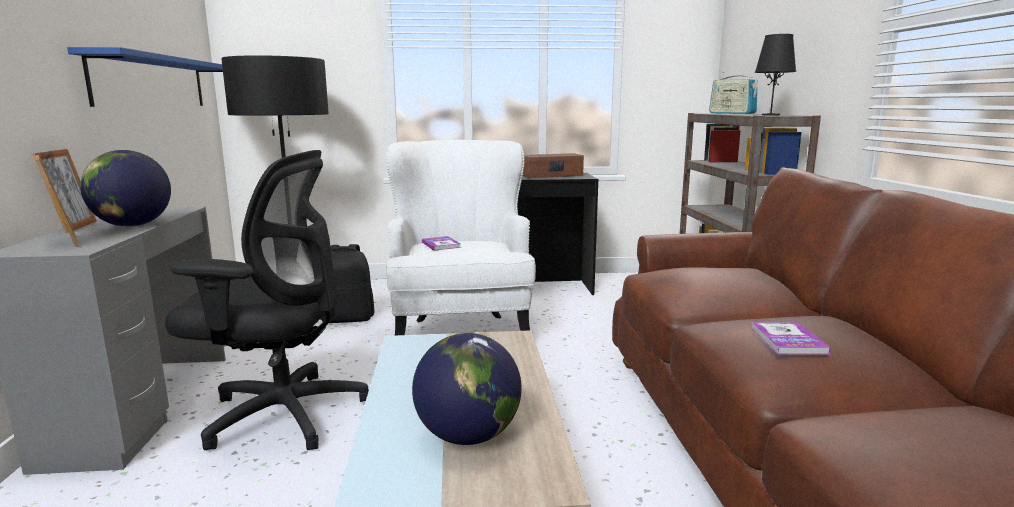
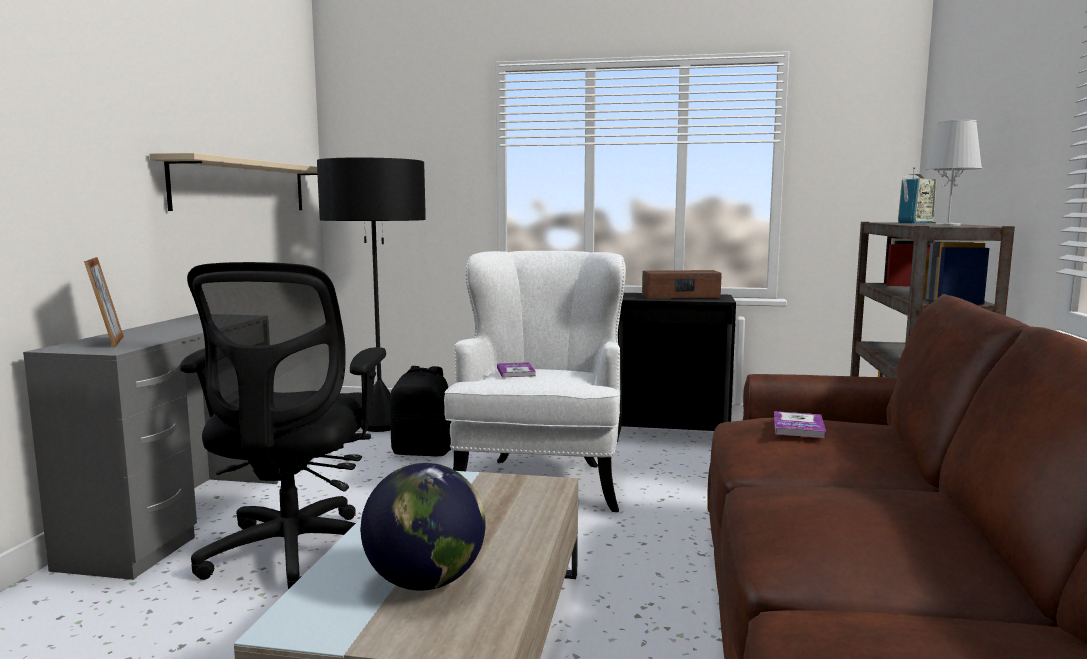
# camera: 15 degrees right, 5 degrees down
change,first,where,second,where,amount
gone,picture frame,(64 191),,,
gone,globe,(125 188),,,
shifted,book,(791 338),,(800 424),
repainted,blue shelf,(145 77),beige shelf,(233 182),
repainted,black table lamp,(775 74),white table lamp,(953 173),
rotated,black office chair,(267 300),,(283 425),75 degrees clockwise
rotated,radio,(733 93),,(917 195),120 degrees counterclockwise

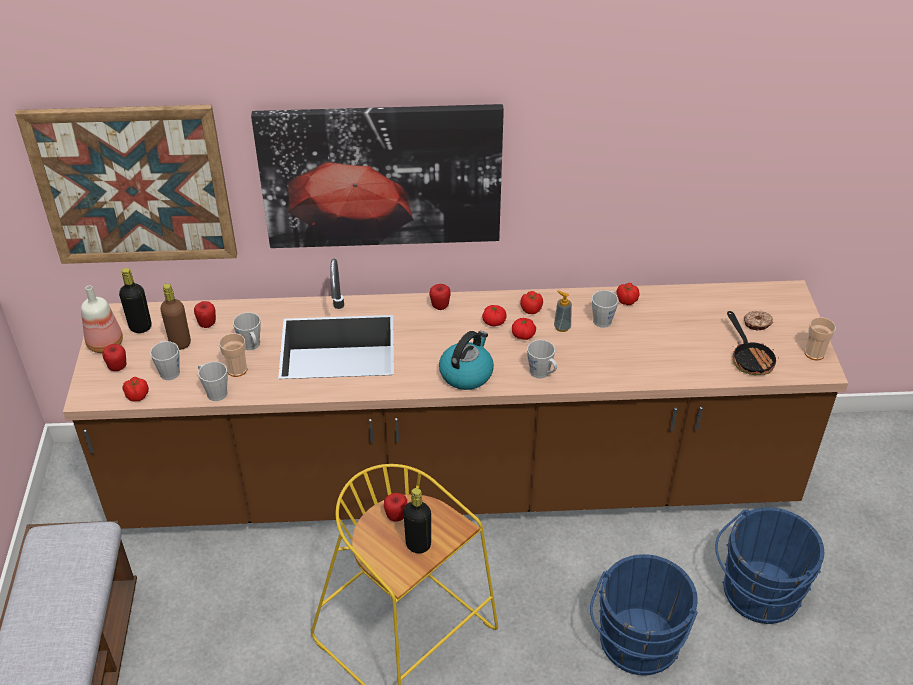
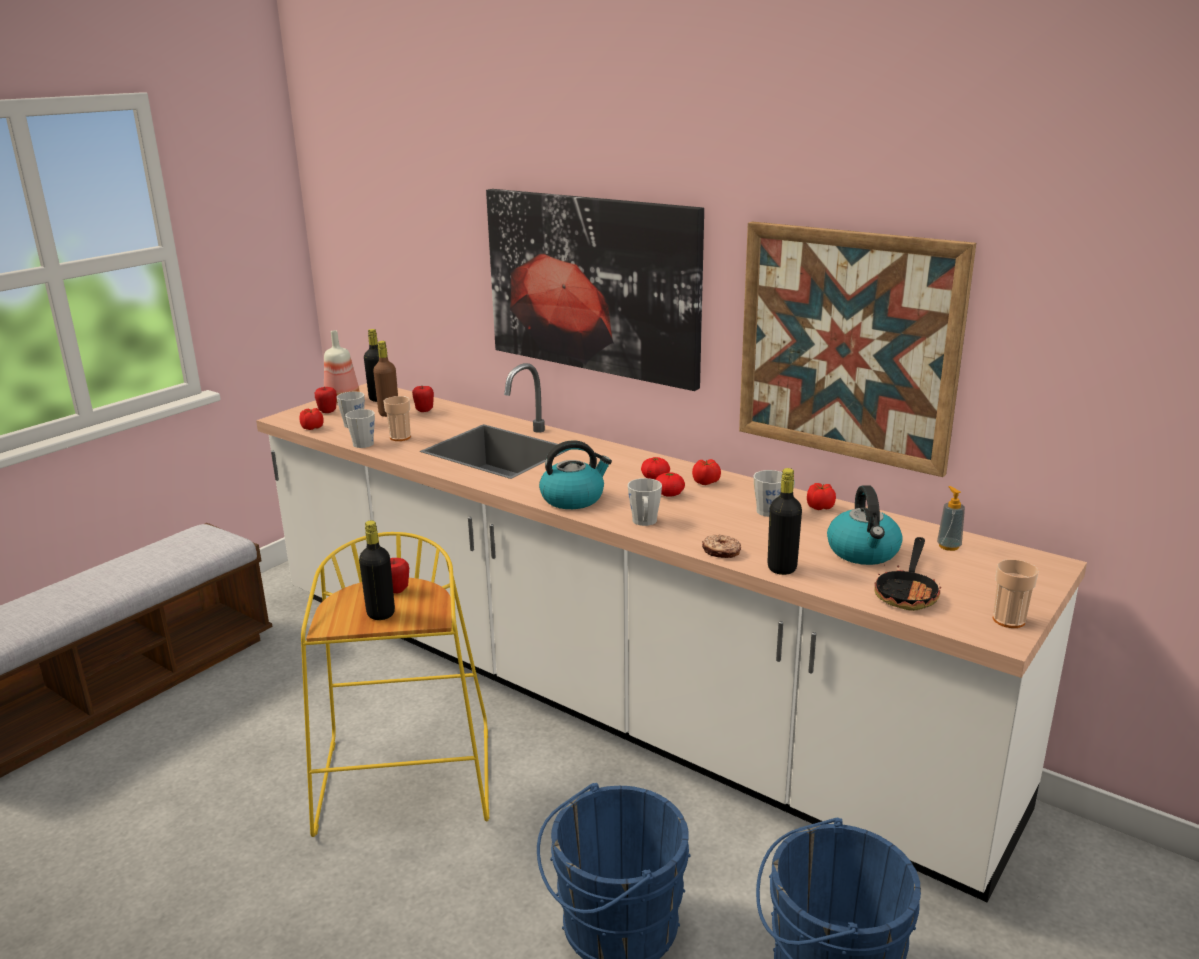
# camera: 40 degrees right, 20 degrees down
change,first,where,second,where,amount
gone,grey mug,(247 331),,,
gone,apple,(440 297),,,
new,,,black bottle,(784 521),
new,,,kettle,(865 525),
shifted,picture,(126 184),,(857 349),
shifted,soap dispenser,(563 311),,(951 518),
shifted,donut,(758 321),,(721 546),
repainted,brown counter,(455 394),white counter,(671 632),

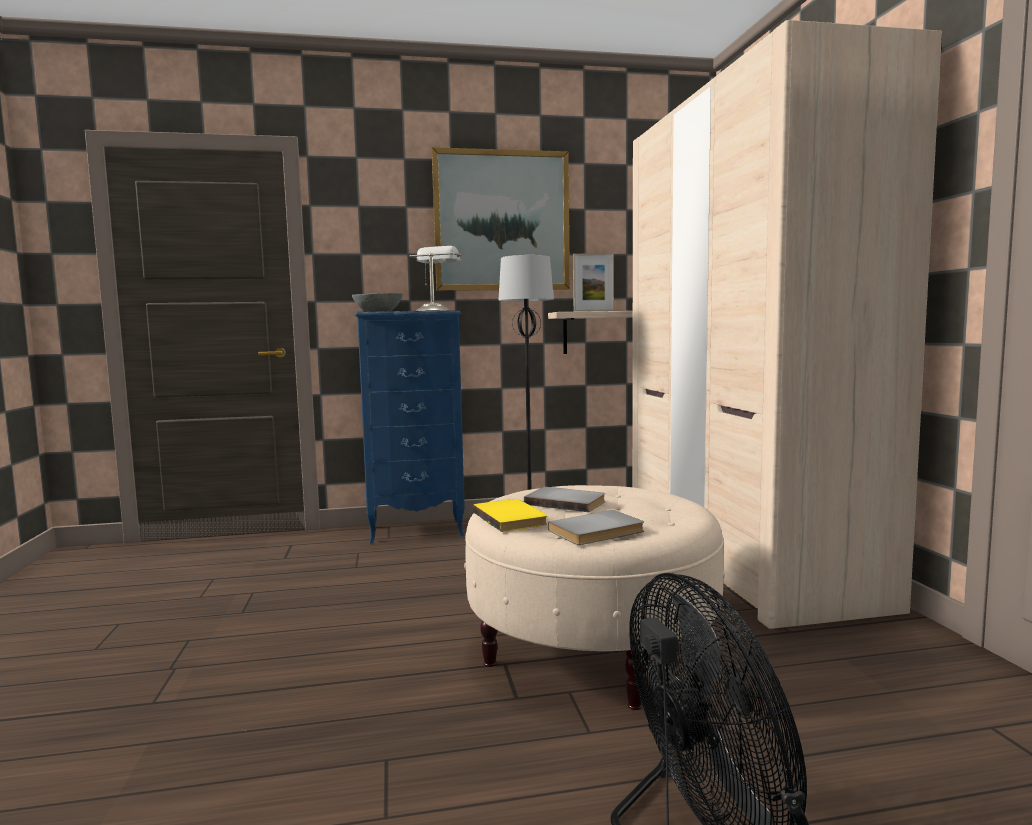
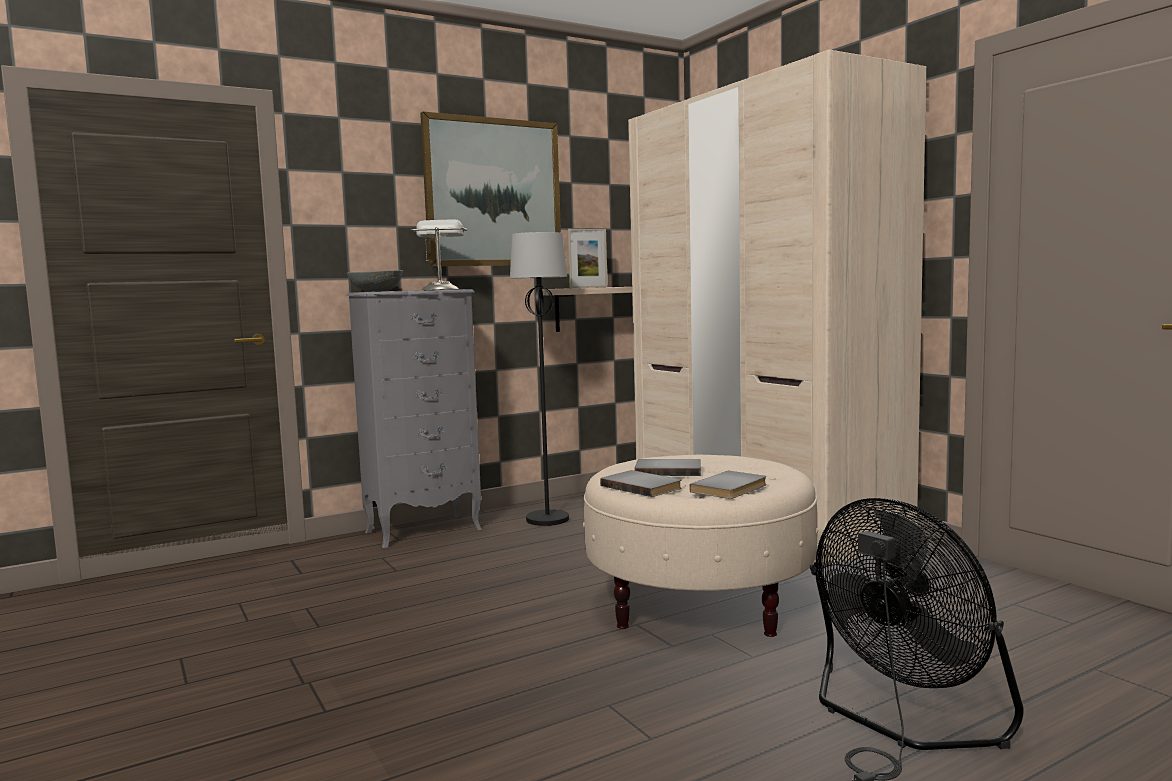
# camera: 20 degrees left, 0 degrees up
change,first,where,second,where,amount
repainted,blue dresser,(409 426),grey dresser,(414 418),
repainted,yellow book,(510 515),grey book,(641 483),

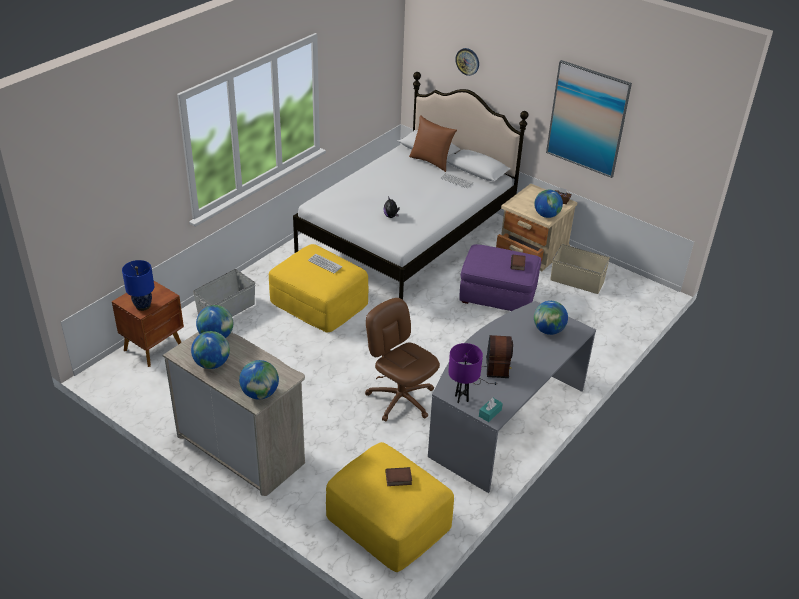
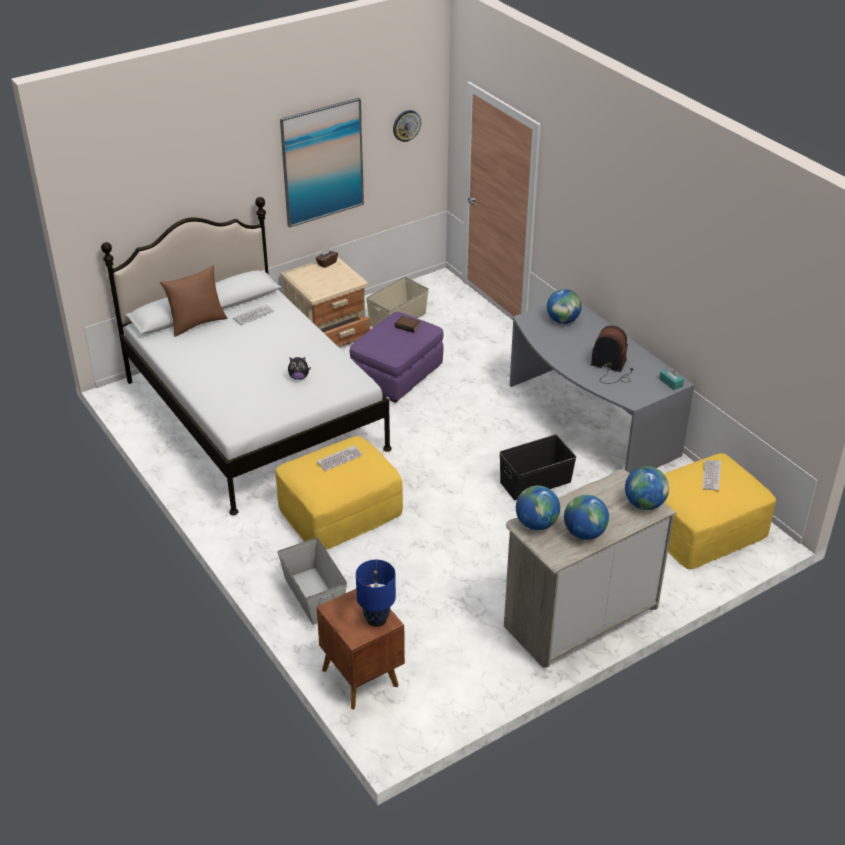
# camera: 70 degrees left, 0 degrees up
change,first,where,second,where,amount
gone,purple table lamp,(465 373),,,
gone,globe,(548 204),,,
shifted,wall clock,(467 62),,(407 126),
swapped,brown office chair,(402 360),black storage box,(537 467),
swapped,book,(399 476),keyboard,(711 475),

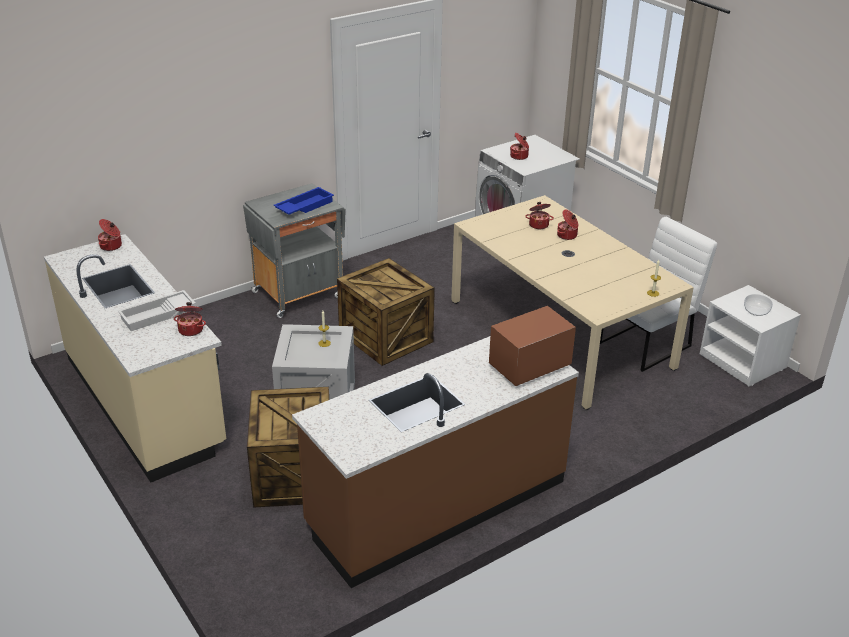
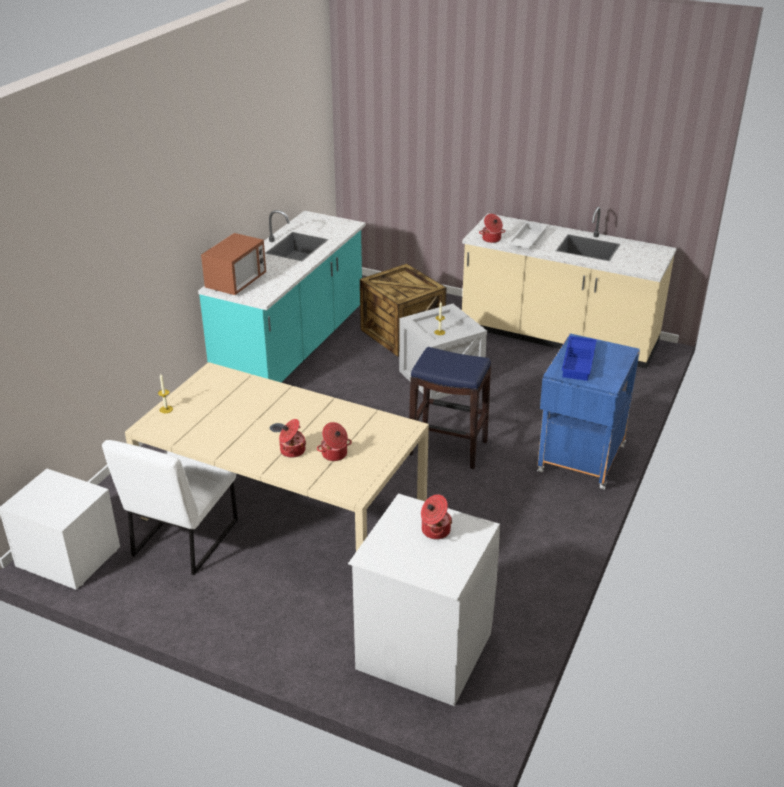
# camera: 150 degrees right, 0 degrees up
change,first,where,second,where,amount
gone,cooking pot,(110 235),,,
gone,bowl,(758 305),,,
swapped,crate,(386 312),stool,(450 408),
repainted,grey cart,(294 250),blue cart,(588 411),
repainted,brown counter,(435 462),turquoise counter,(282 296),

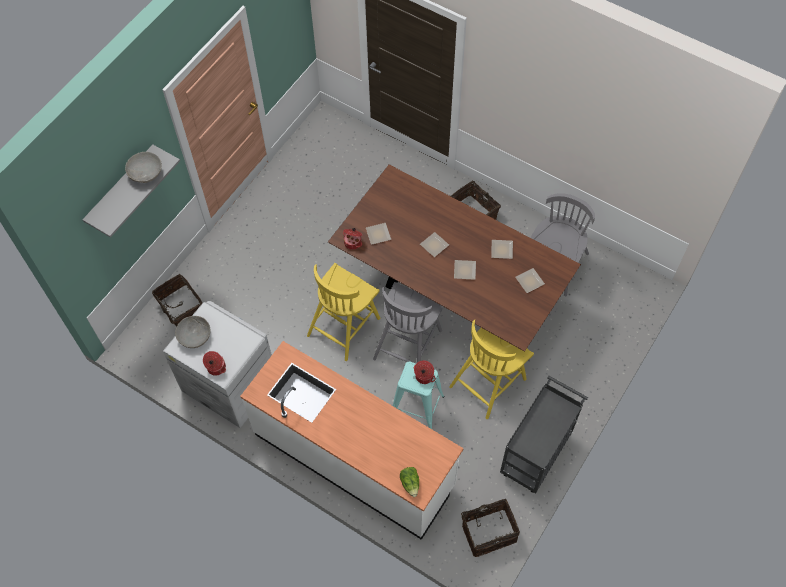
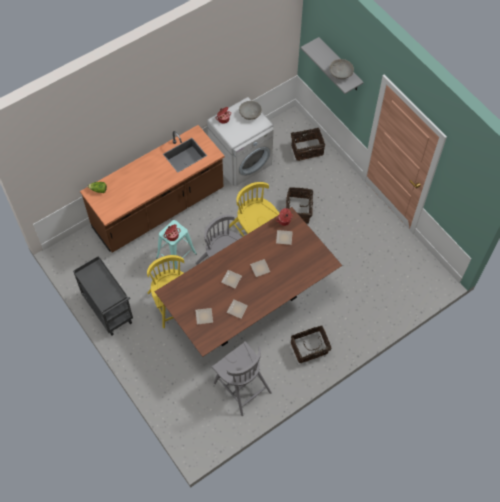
# camera: 110 degrees right, 0 degrees up
change,first,where,second,where,amount
shifted,basket,(490 528),,(299 205),
repainted,white counter,(351 440),brown counter,(152 189),

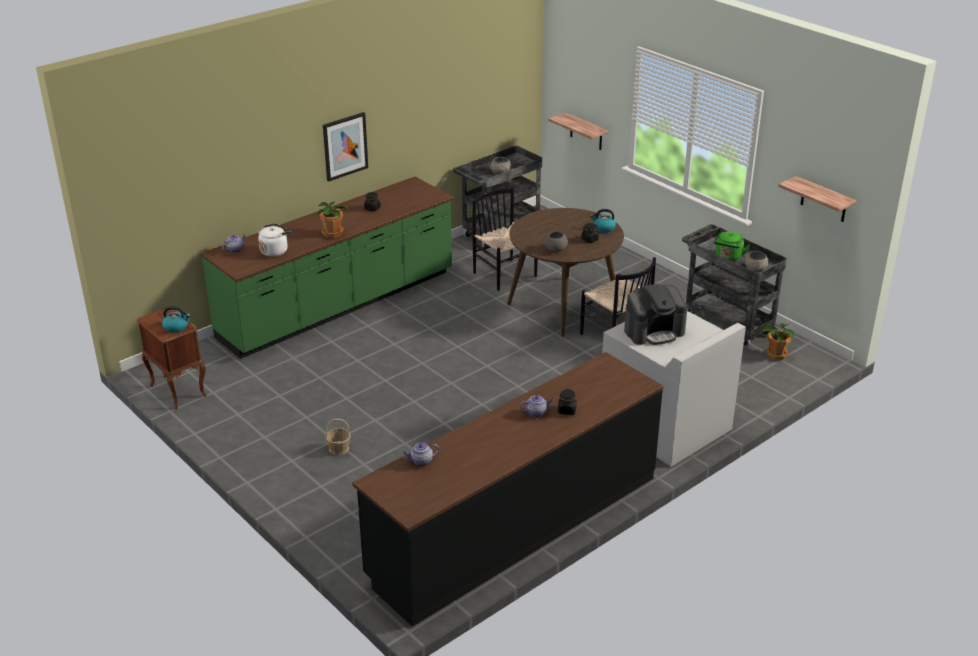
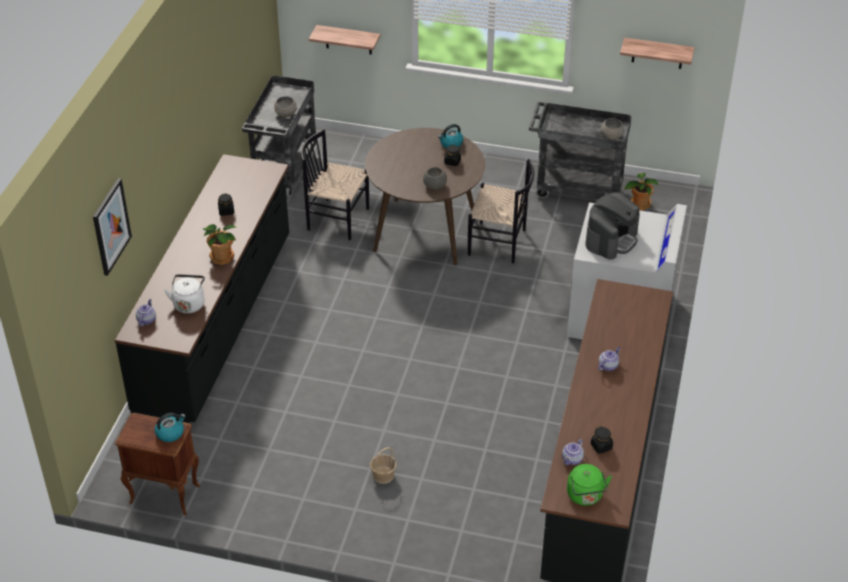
# camera: 35 degrees left, 10 degrees up
change,first,where,second,where,amount
shifted,picture,(345 147),,(112 227),
shifted,black jar,(567 402),,(602 440),
shifted,green kettle,(732 246),,(589 485),
repainted,green counter,(327 268),black counter,(202 288),

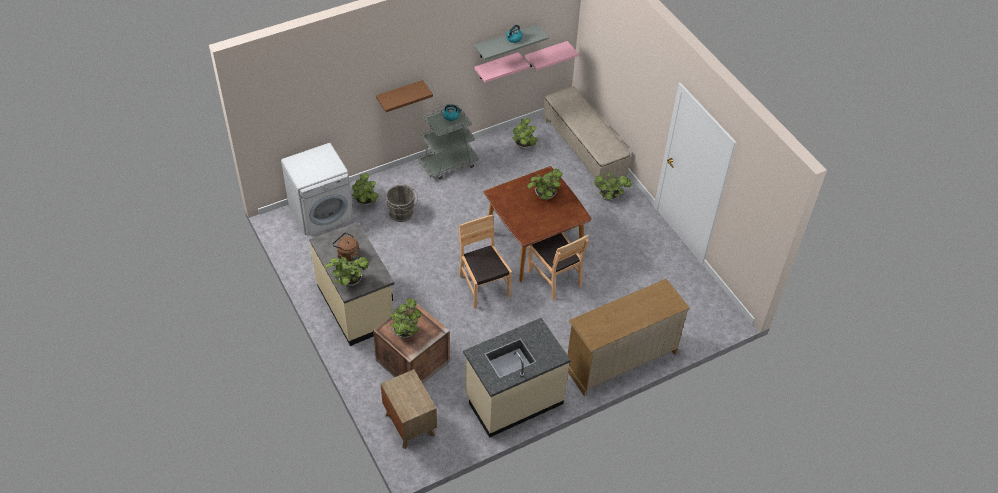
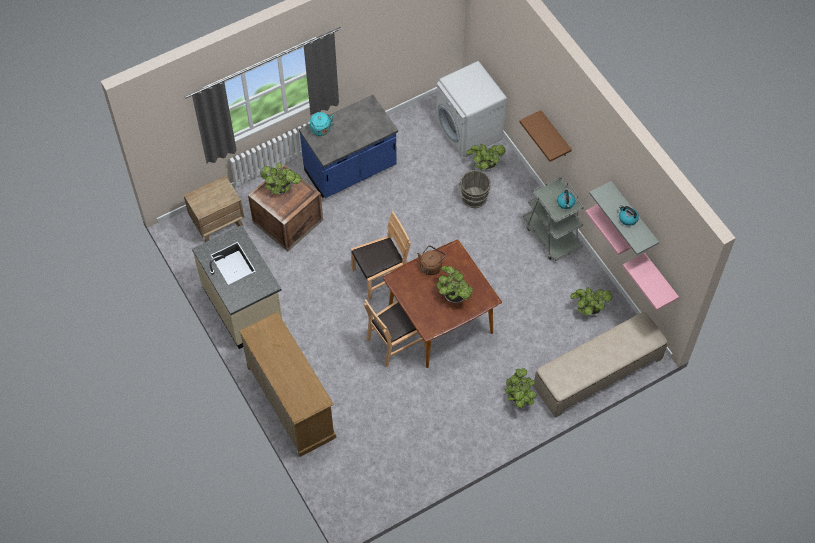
# camera: 90 degrees right, 10 degrees up
change,first,where,second,where,amount
shifted,brown kettle,(345 246),,(431 260),
swapped,potted plant,(347 271),turquoise kettle,(322 124),
repainted,beige counter,(351 284),blue counter,(348 146),

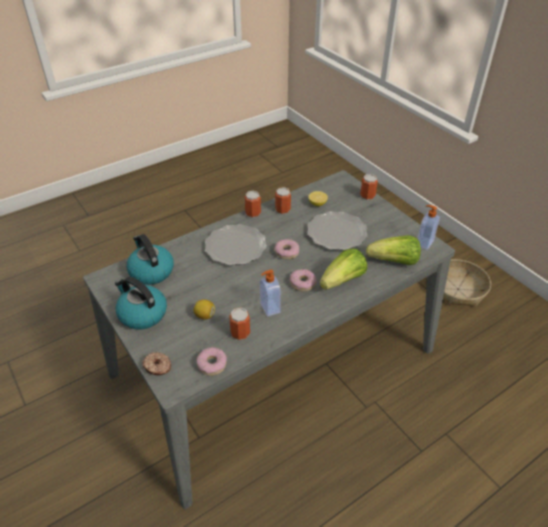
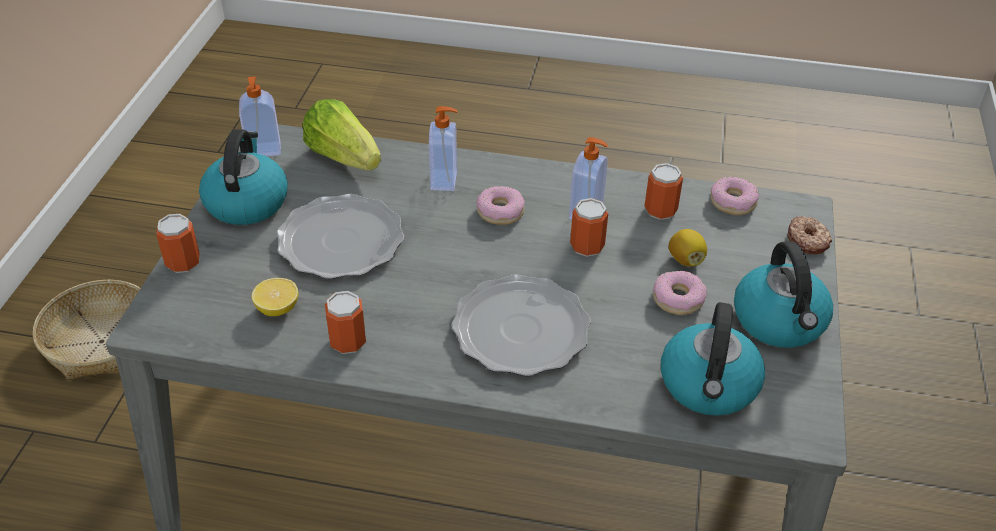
# camera: 135 degrees left, 0 degrees up
change,first,where,second,where,amount
new,,,kettle,(243 177),
shifted,can,(253 204),,(589 227),
shifted,donut,(287 249),,(680 293),
swapped,lettuce,(343 269),soap dispenser,(443 148),

